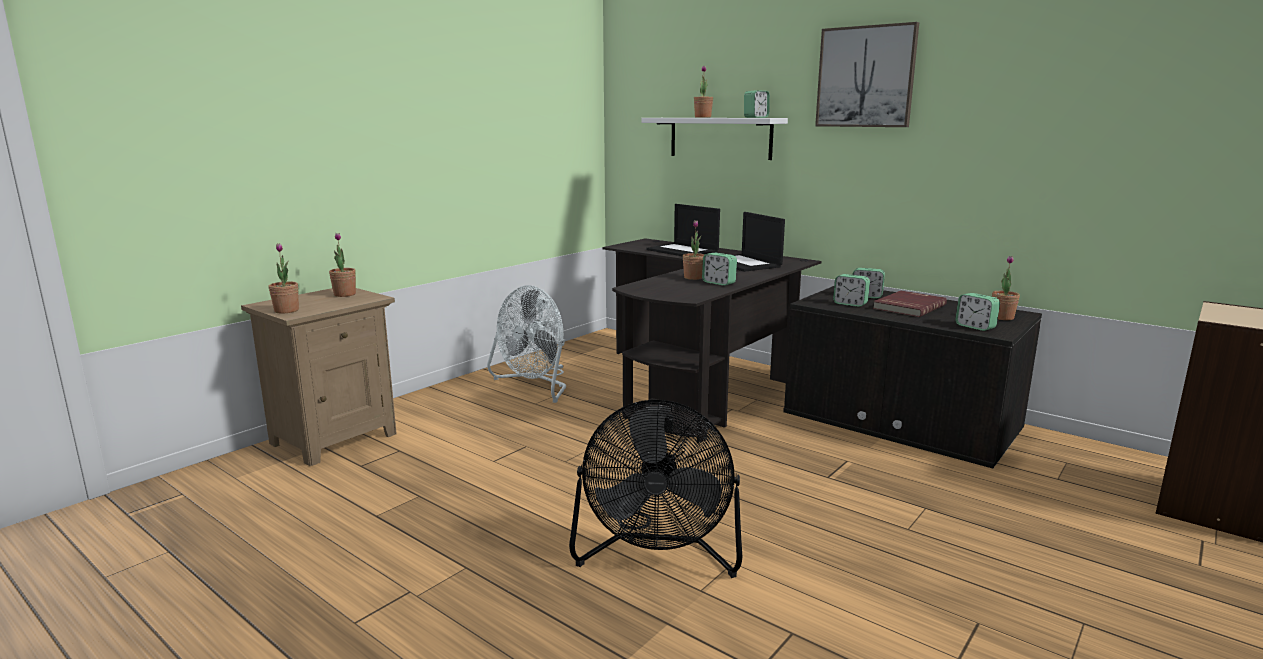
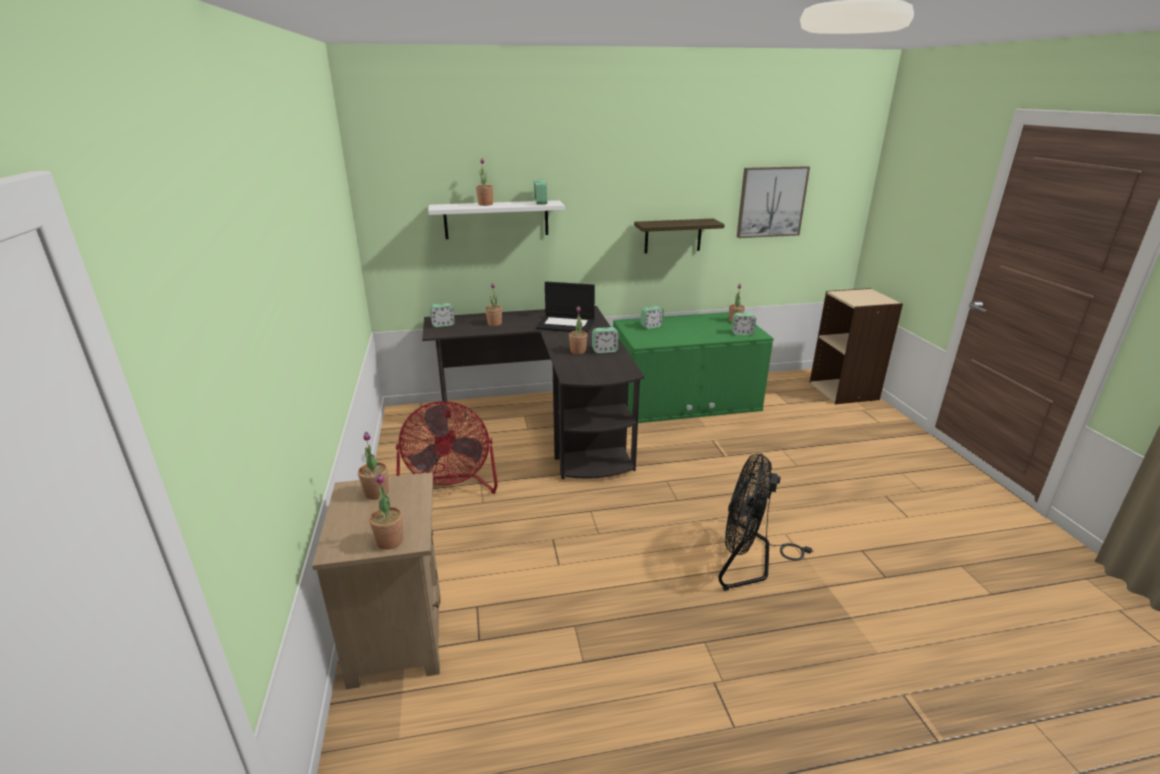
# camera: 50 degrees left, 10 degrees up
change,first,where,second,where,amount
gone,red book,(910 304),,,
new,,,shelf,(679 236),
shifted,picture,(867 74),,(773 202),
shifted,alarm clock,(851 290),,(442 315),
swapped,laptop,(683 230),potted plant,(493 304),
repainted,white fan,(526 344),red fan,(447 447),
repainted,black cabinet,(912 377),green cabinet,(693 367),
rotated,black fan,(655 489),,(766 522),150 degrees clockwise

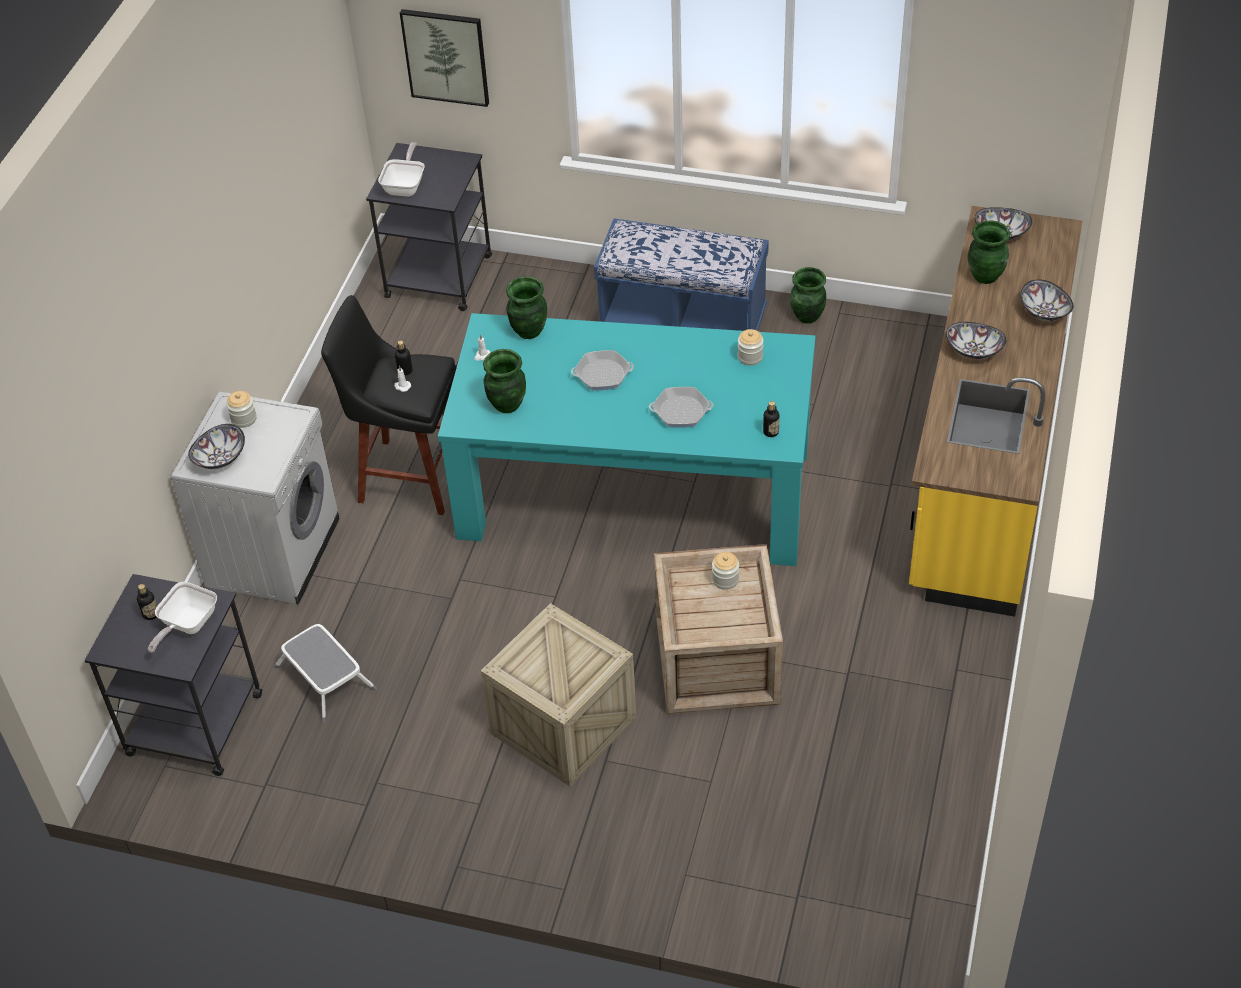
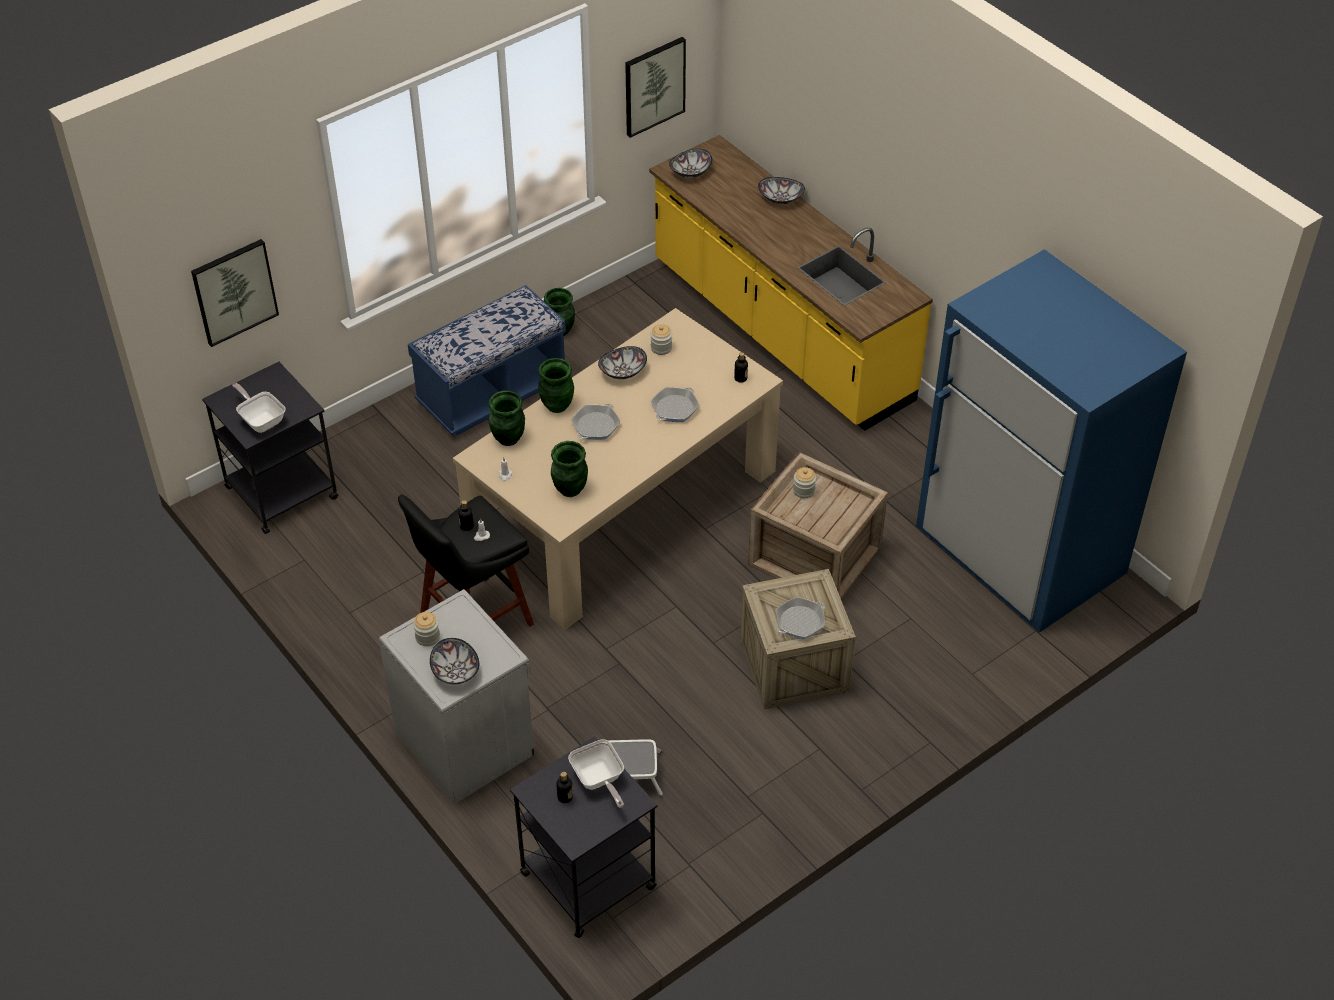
# camera: 55 degrees left, 0 degrees up
change,first,where,second,where,amount
new,,,picture,(655 87),
new,,,frying pan,(800 618),
new,,,blue fridge,(1051 441),
shifted,bowl,(976 340),,(622 362),
shifted,green vase,(989 252),,(556 385),
repainted,turquoise dining table,(627 439),beige dining table,(618 469),

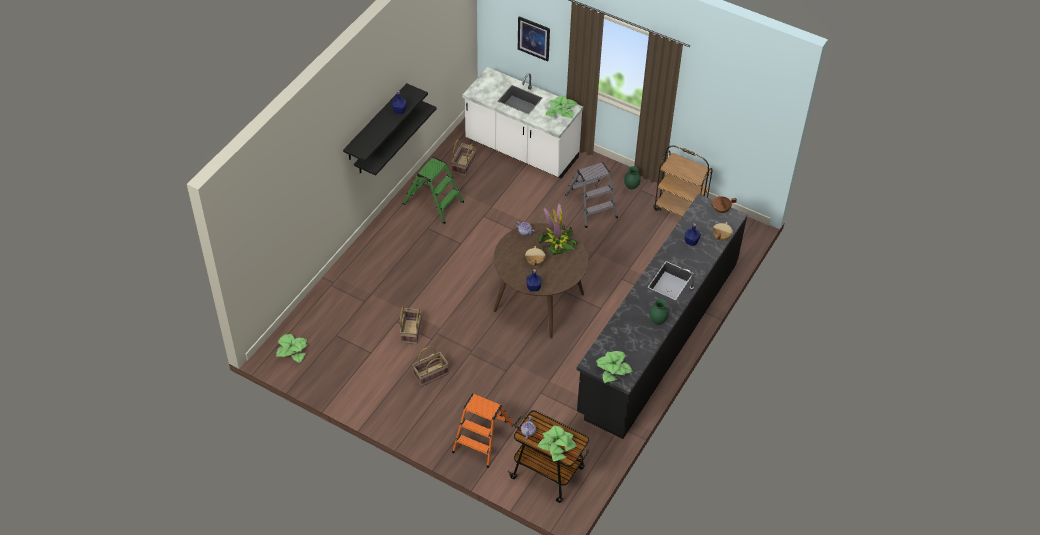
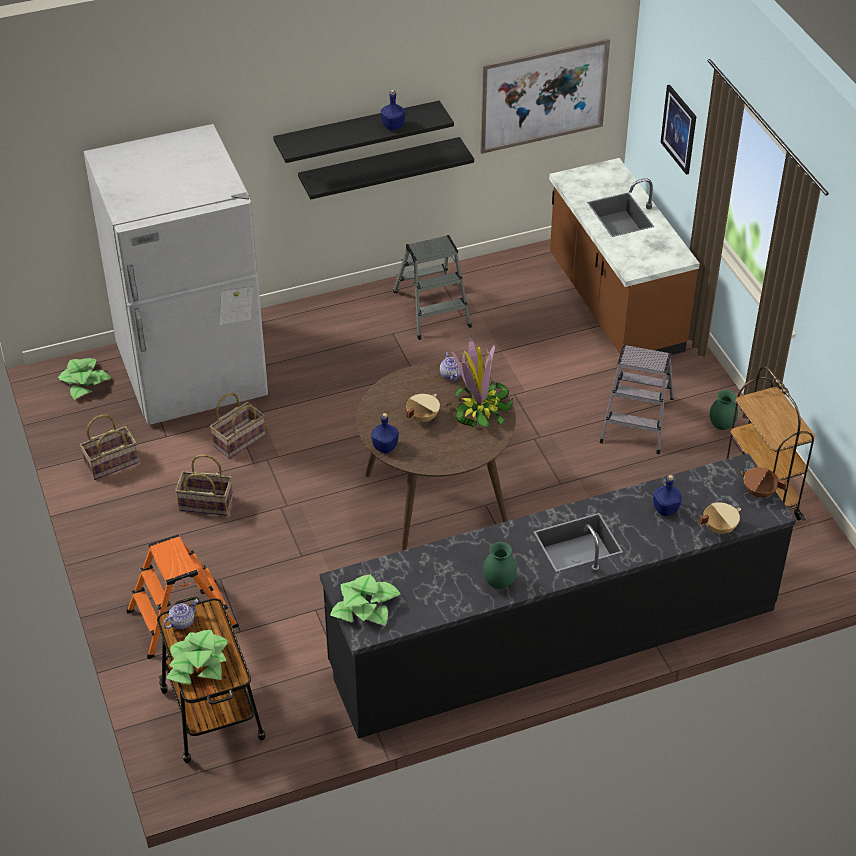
# camera: 40 degrees right, 5 degrees down
change,first,where,second,where,amount
gone,potted plant,(561 107),,,
new,,,white fridge,(175 274),
new,,,picture,(545 96),
shifted,basket,(463 158),,(109 447),
repainted,green step ladder,(433 190),grey step ladder,(432 287),
repainted,white counter,(522 123),brown counter,(624 256),

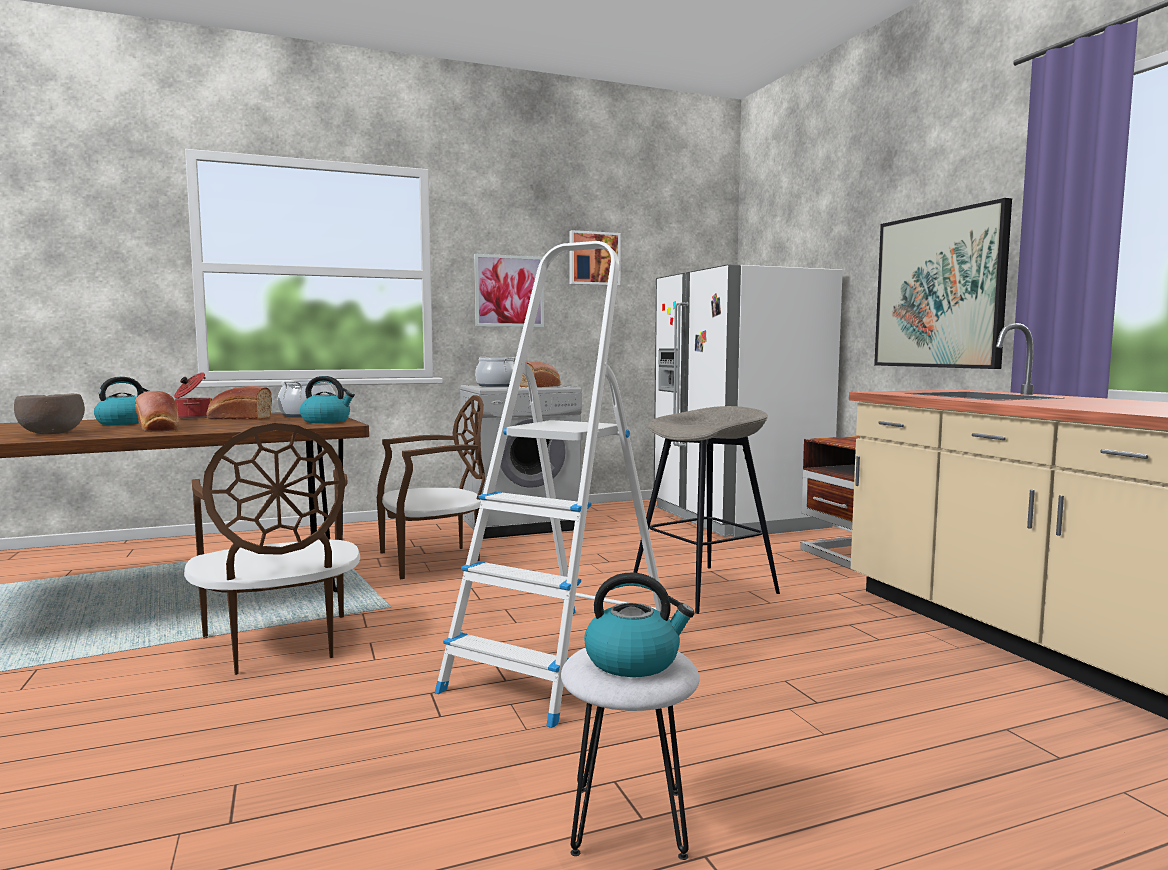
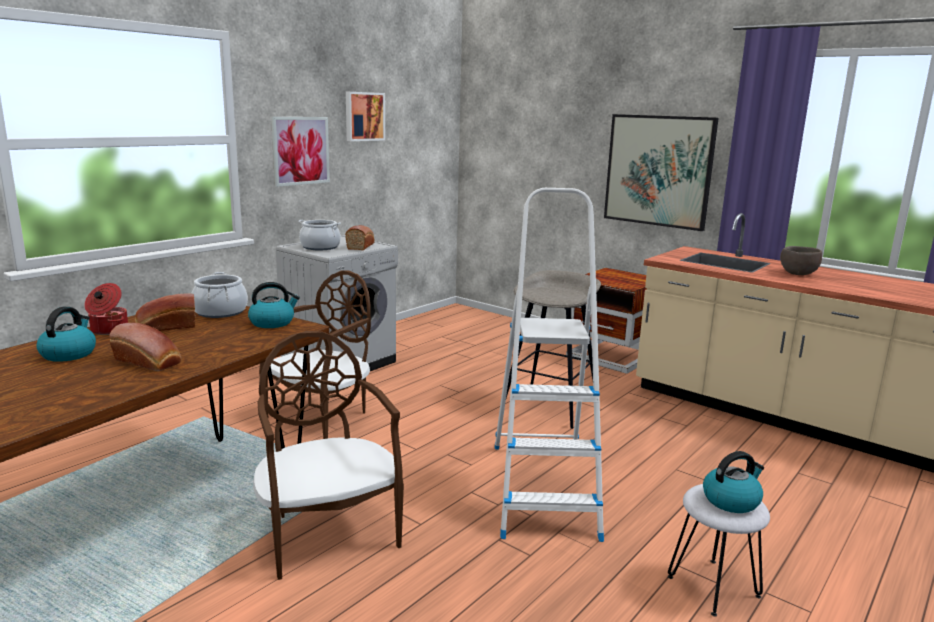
# camera: 30 degrees left, 10 degrees up
change,first,where,second,where,amount
gone,white fridge,(748 400),,,
shifted,brown bowl,(49 413),,(801 260),
rotated,brown chair,(272 549),,(328 455),150 degrees counterclockwise

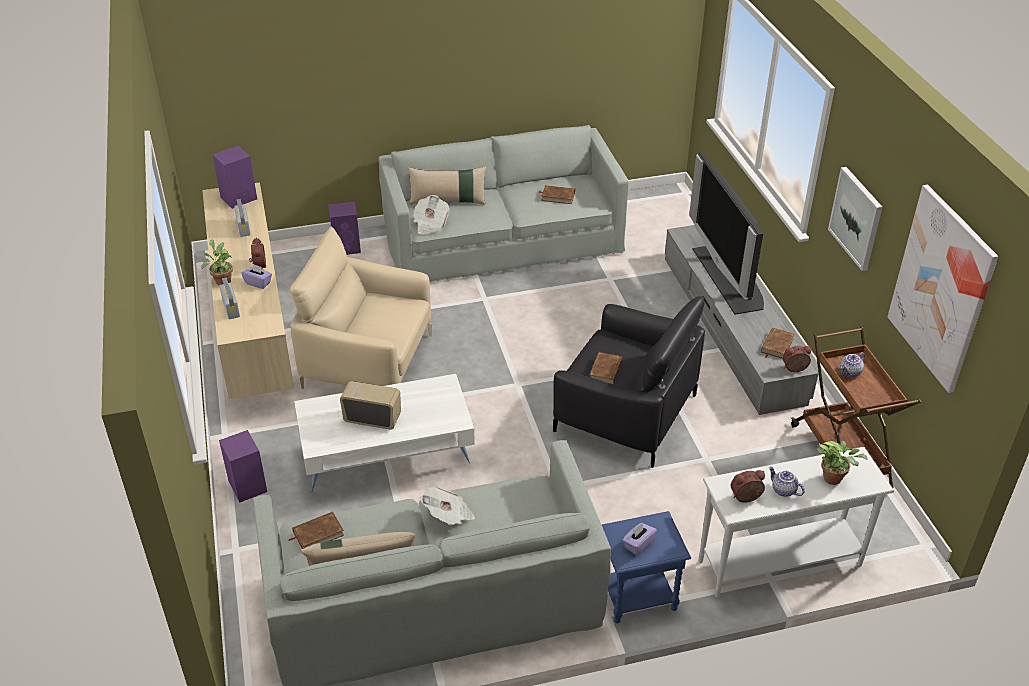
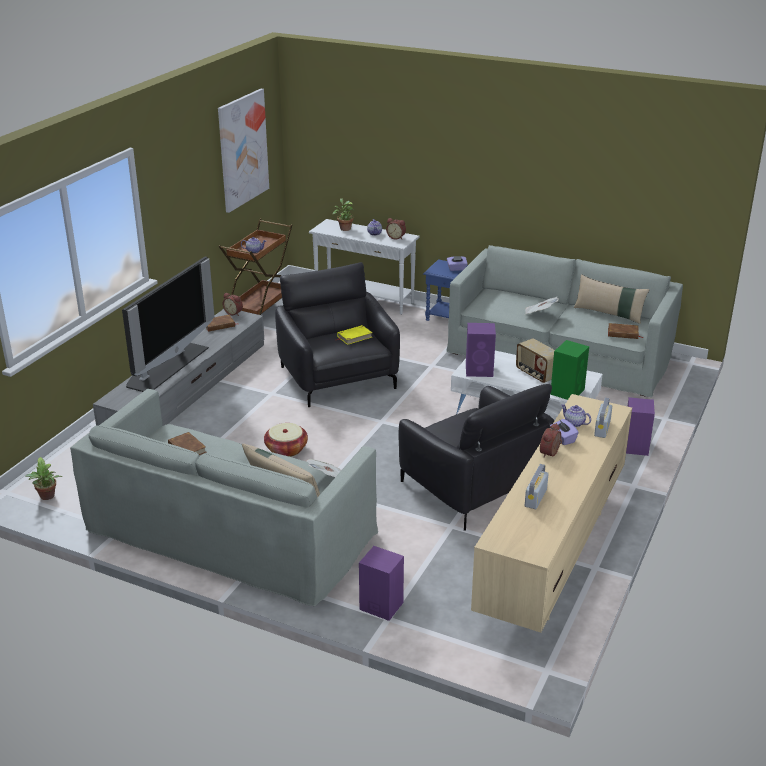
# camera: 140 degrees left, 10 degrees down
change,first,where,second,where,amount
gone,picture,(855 219),,,
new,,,basket,(286 440),
new,,,green speaker,(569 370),
new,,,teapot,(576 415),
shifted,potted plant,(217 262),,(43 478),
shifted,purple speaker,(234 177),,(481 350),
repainted,beige armchair,(361 308),black armchair,(476 457),
repainted,brown book,(605 368),yellow book,(353 335),

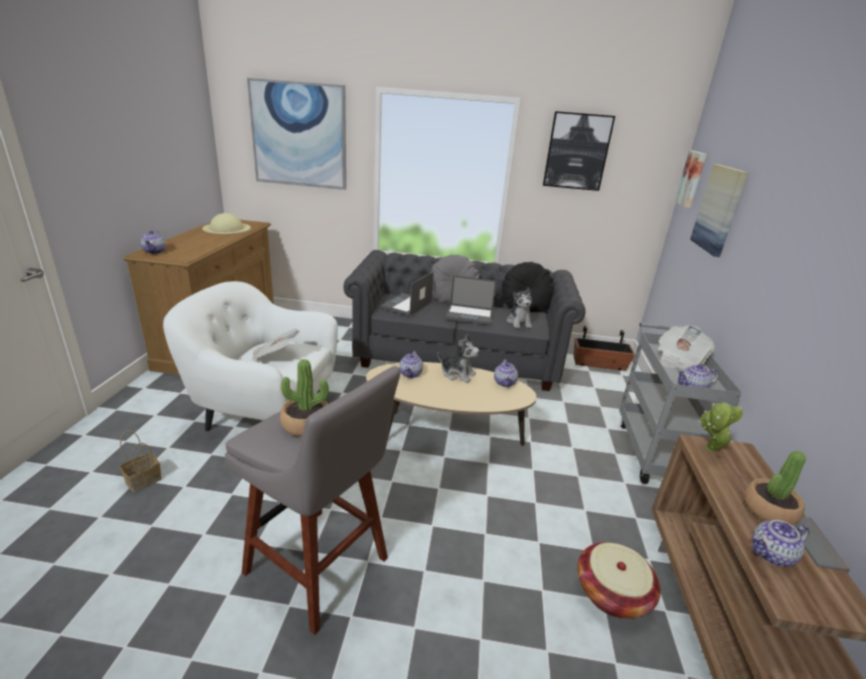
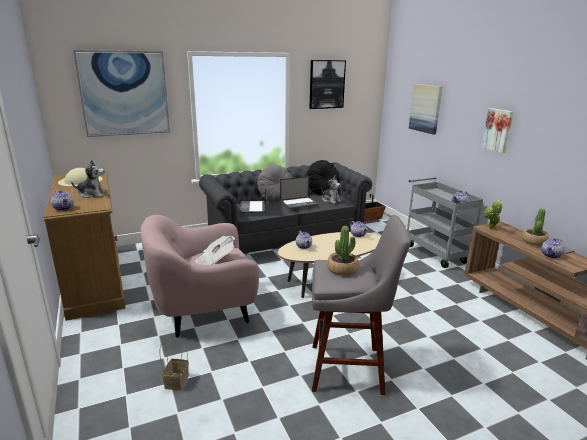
# camera: 30 degrees left, 5 degrees down
change,first,where,second,where,amount
gone,basket,(619 580),,,
gone,newspaper,(686 347),,,
shifted,plush toy,(458 358),,(89 179),
shifted,picture,(691 179),,(497 130),
repainted,white armchair,(250 356),pink armchair,(200 276),

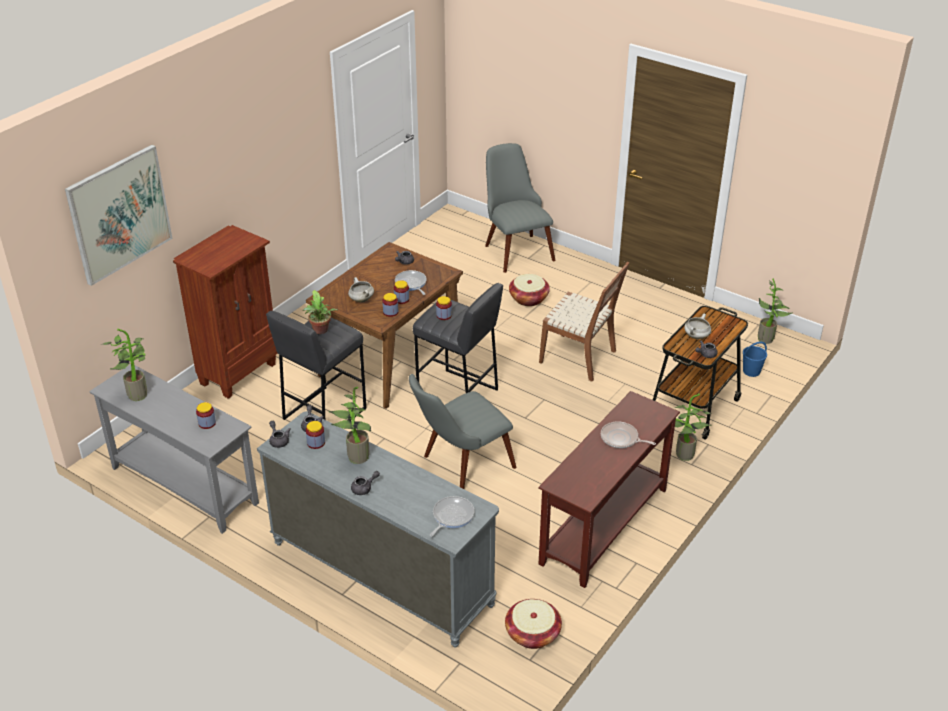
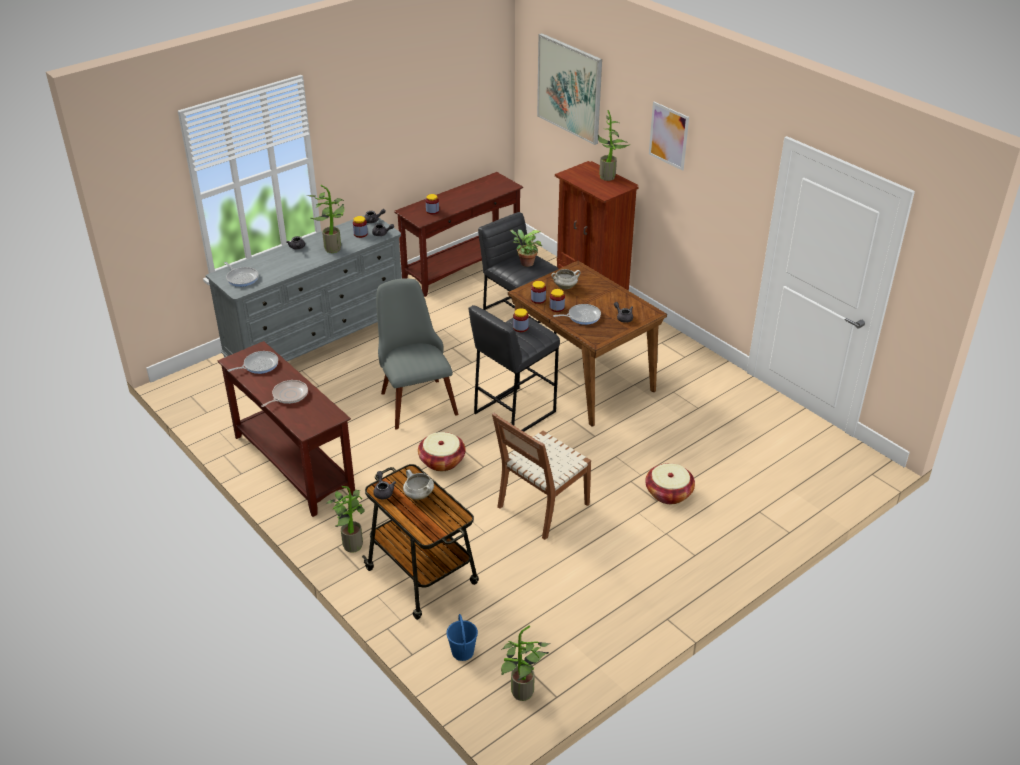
# camera: 105 degrees right, 0 degrees up
change,first,where,second,where,amount
gone,grey chair,(520 208),,,
new,,,frying pan,(253 362),
new,,,picture,(669 136),
shifted,potted plant,(124 365),,(614 145),
shifted,basket,(533 624),,(442 451),
repainted,grey console table,(174 449),brown console table,(458 234),

